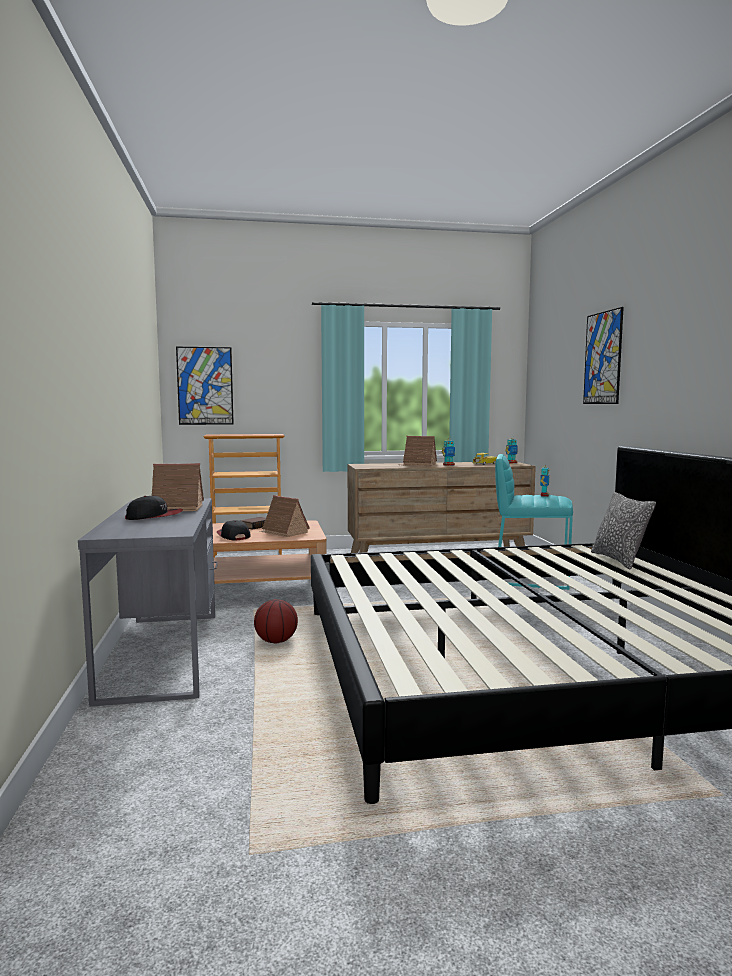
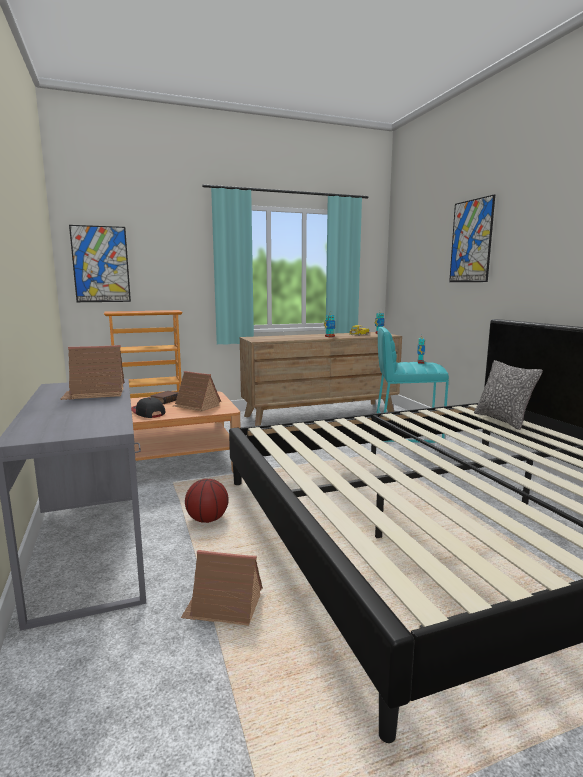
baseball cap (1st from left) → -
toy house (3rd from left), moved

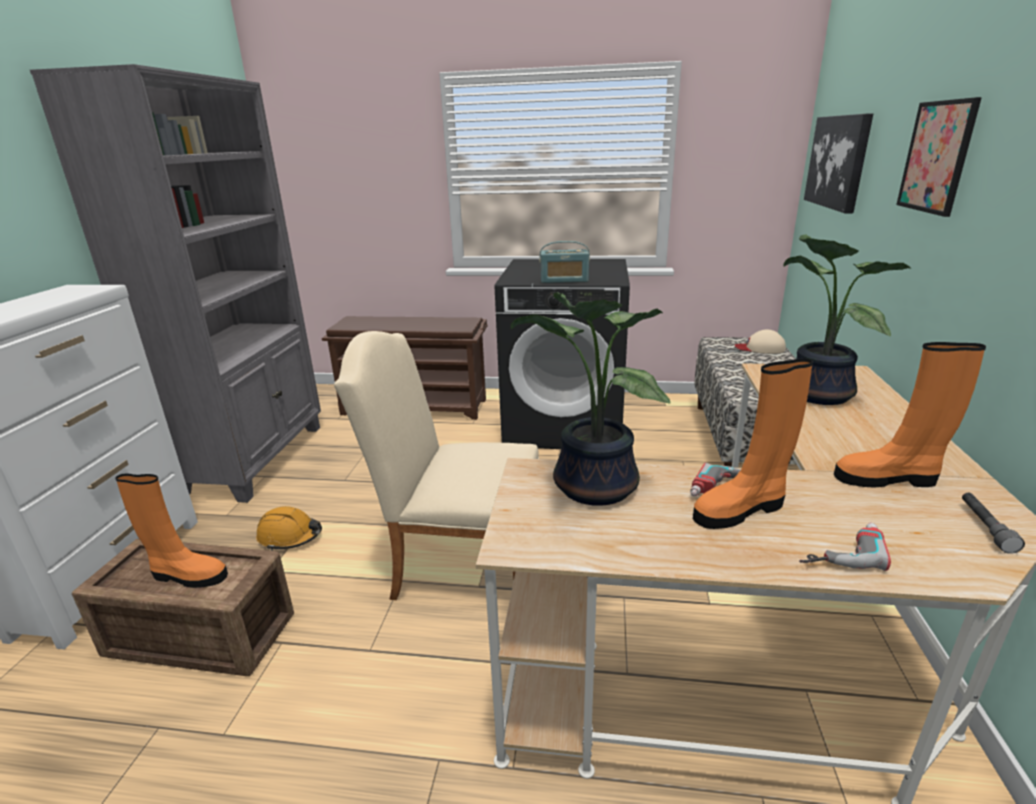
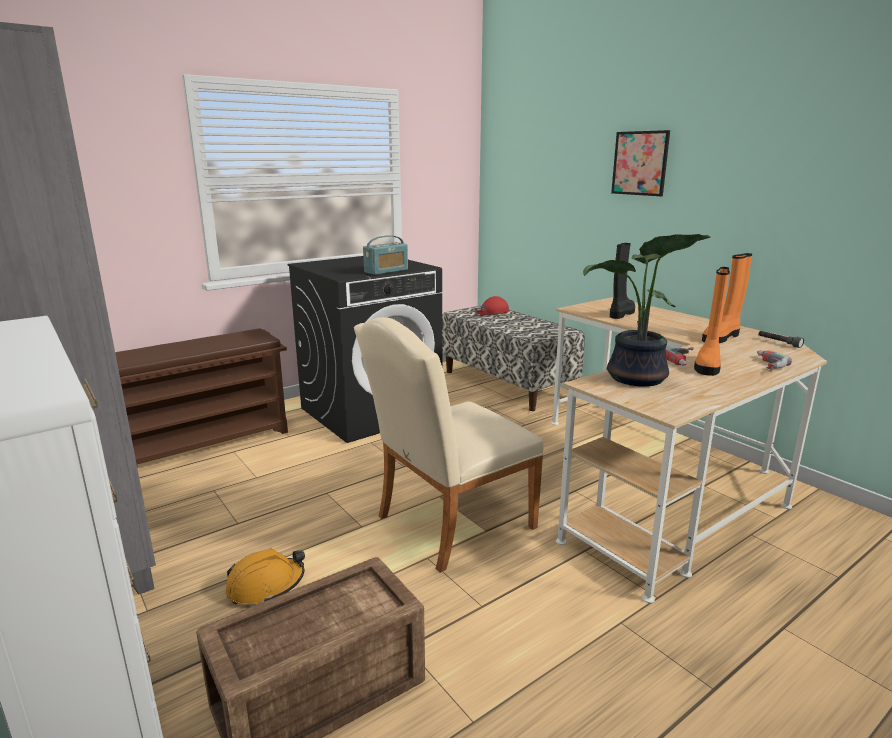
orange tall boot (1st from left) → -
sand-coloured baseball cap → red-coloured baseball cap
houseplant (2nd from left) → black-coloured tall boot
wall picture (1st from left) → -

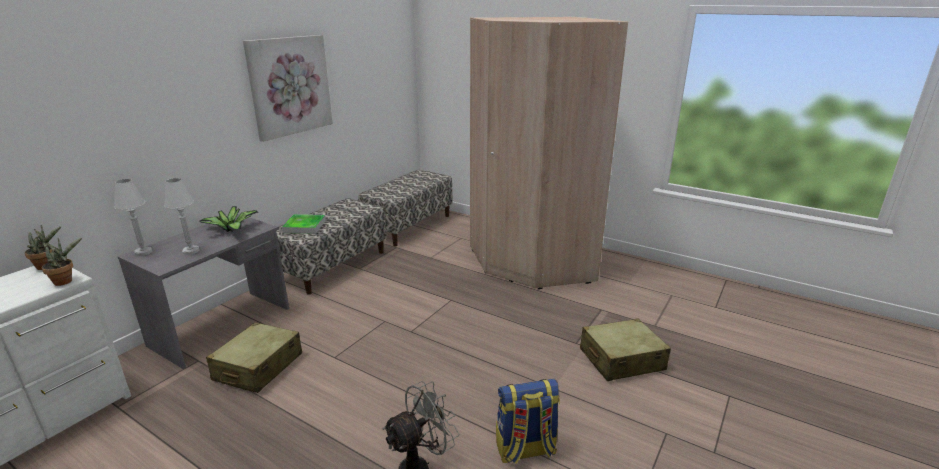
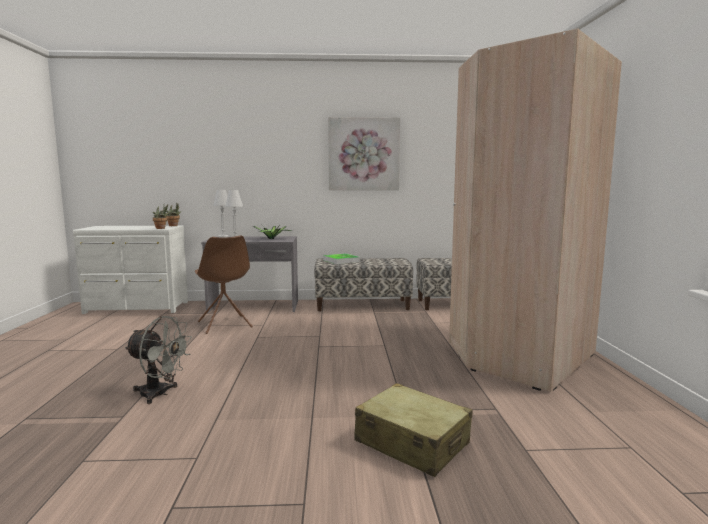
sand-coloured travel case (1st from left) → brownish chair
rucksack → -

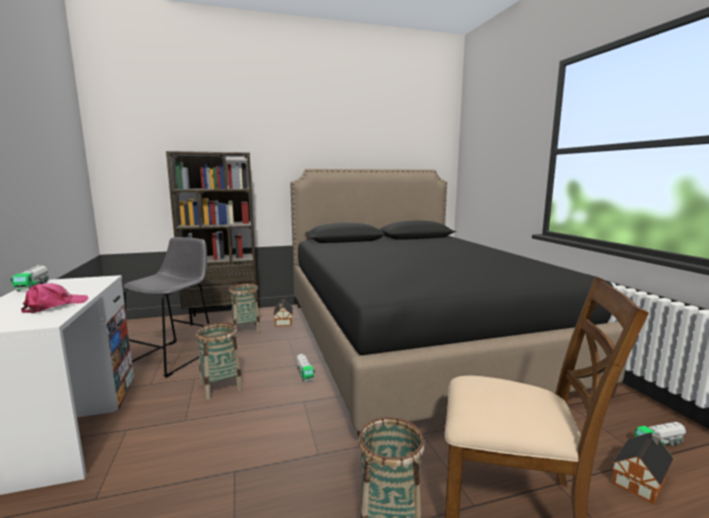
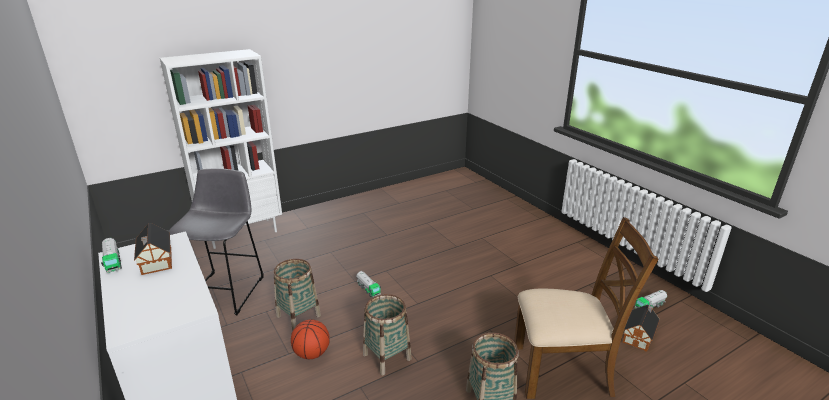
pink-coloured baseball cap → -
brownish bookshelf → white-coloured bookshelf
storage basket (2nd from left), moved
toy house (1st from left), moved
black-coloured bed → -
- → ball for basketball

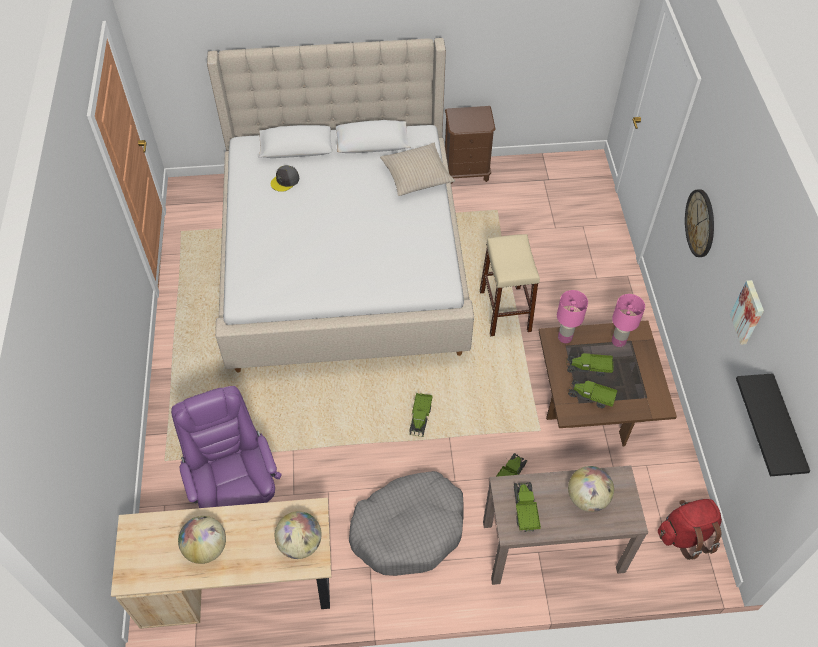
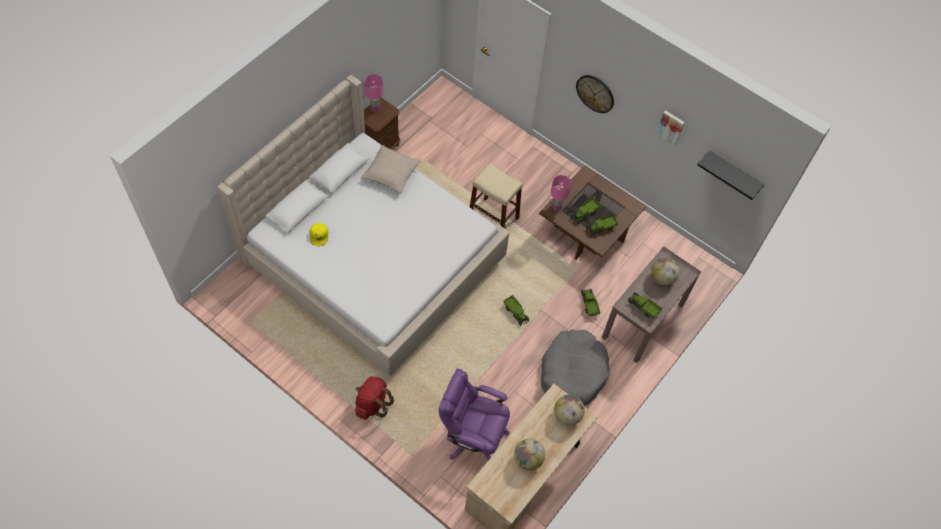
grey baseball cap → yellowish baseball cap
pink-coloured lamp for a table (2nd from left in the first image) → pink-coloured lamp for a table (1st from left), moved
red-coloured rucksack, moved

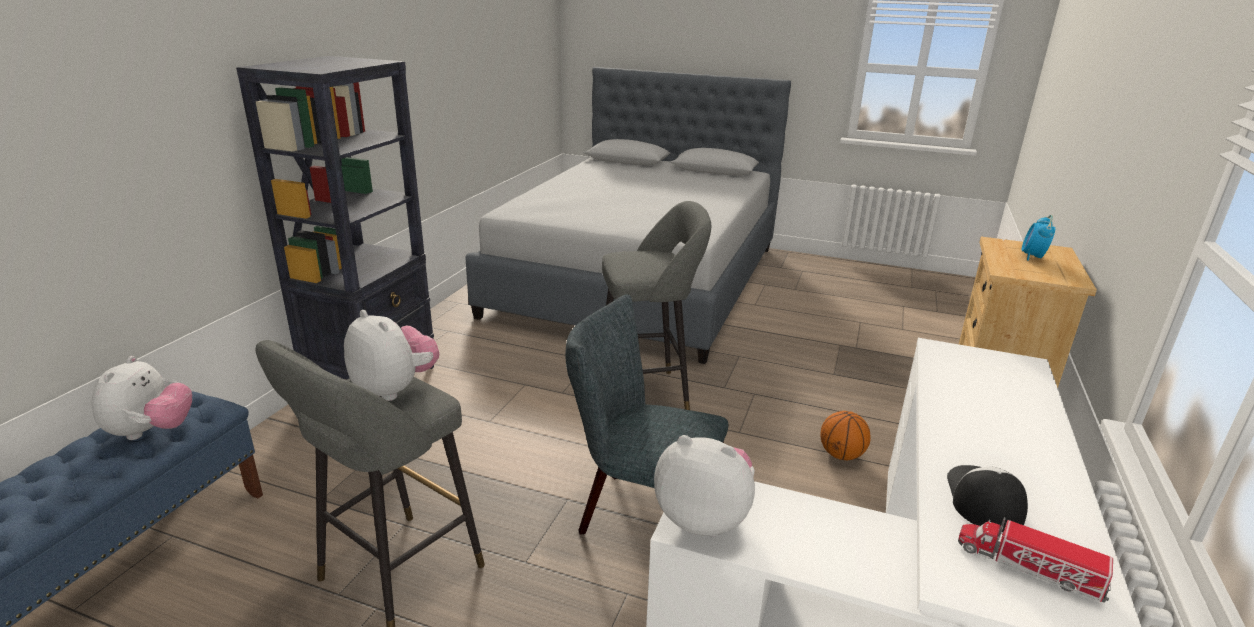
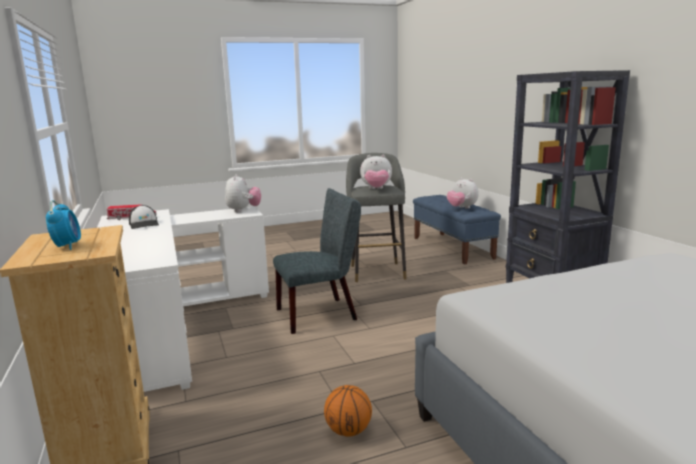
grey stool (2nd from left) → -
cuddly toy (3rd from left in the first image) → cuddly toy (1st from left), 75 degrees counterclockwise
ball for basketball, moved

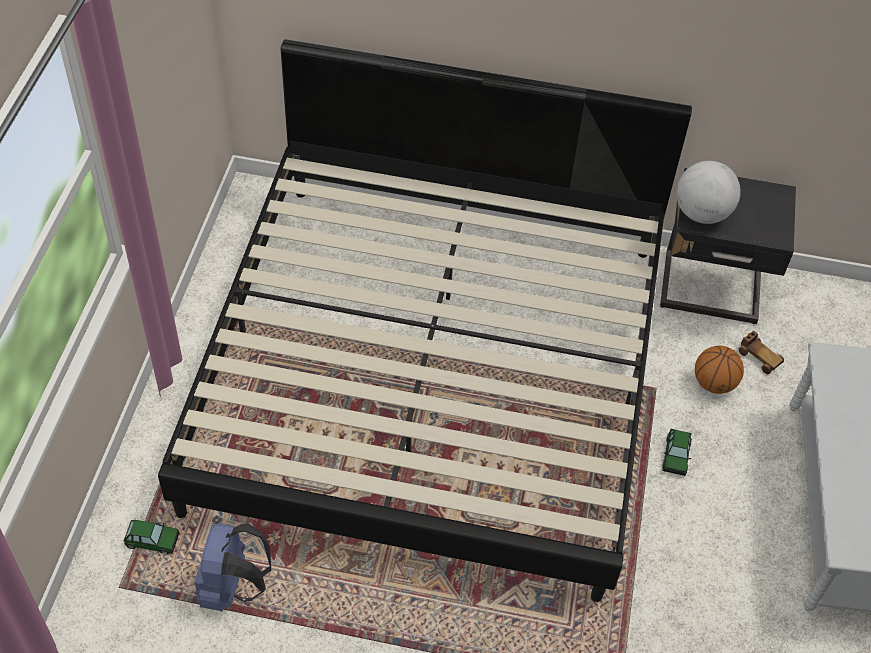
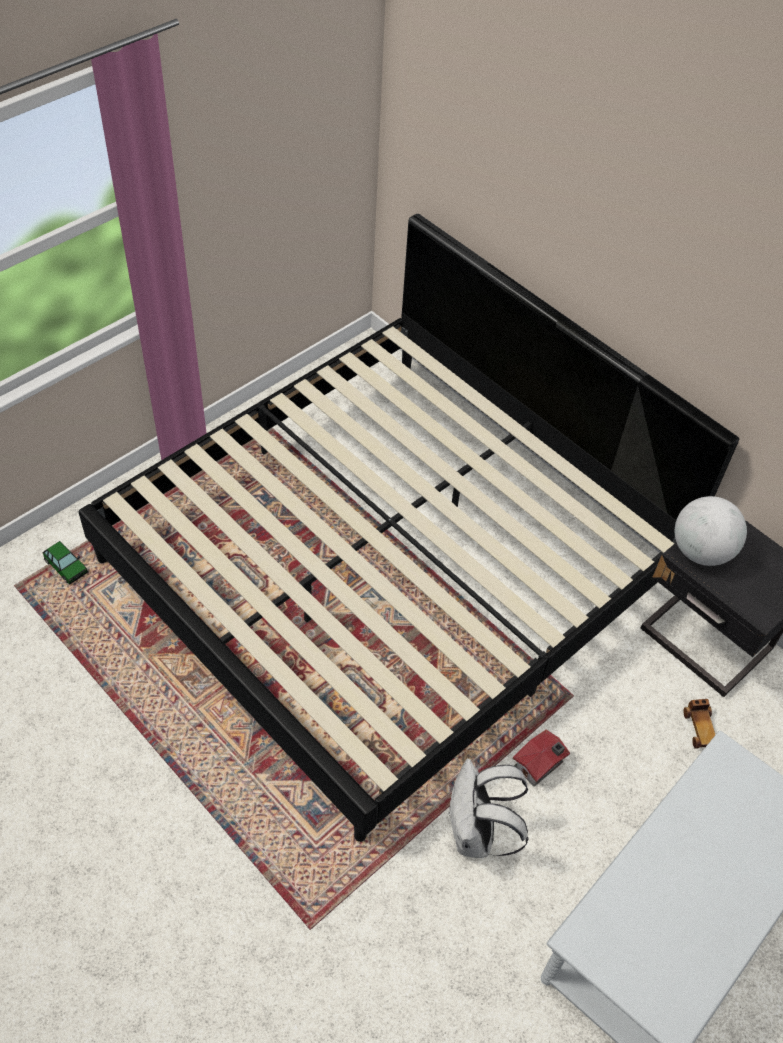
blue-coloured rucksack → -
toy car (2nd from left) → toy house
ball for basketball → -
- → white-coloured rucksack

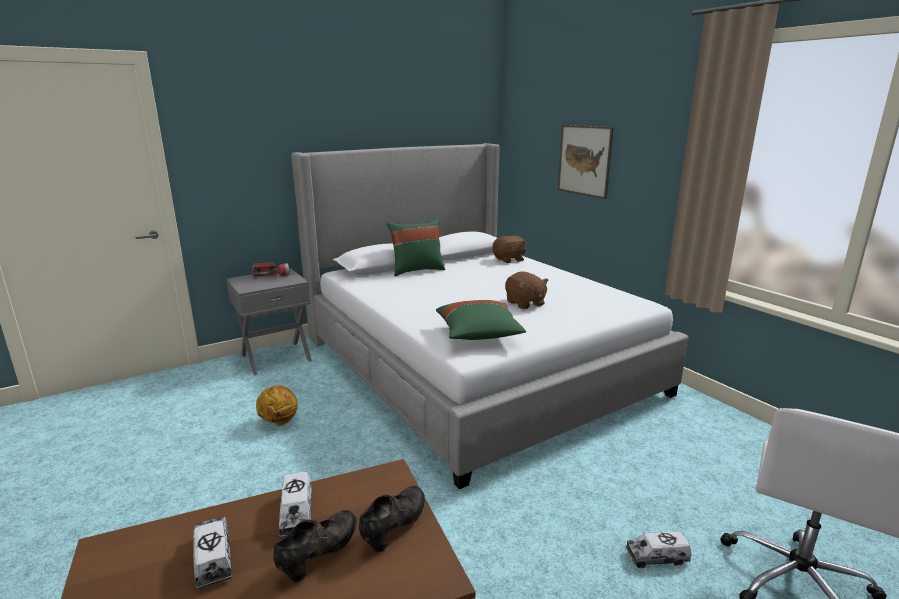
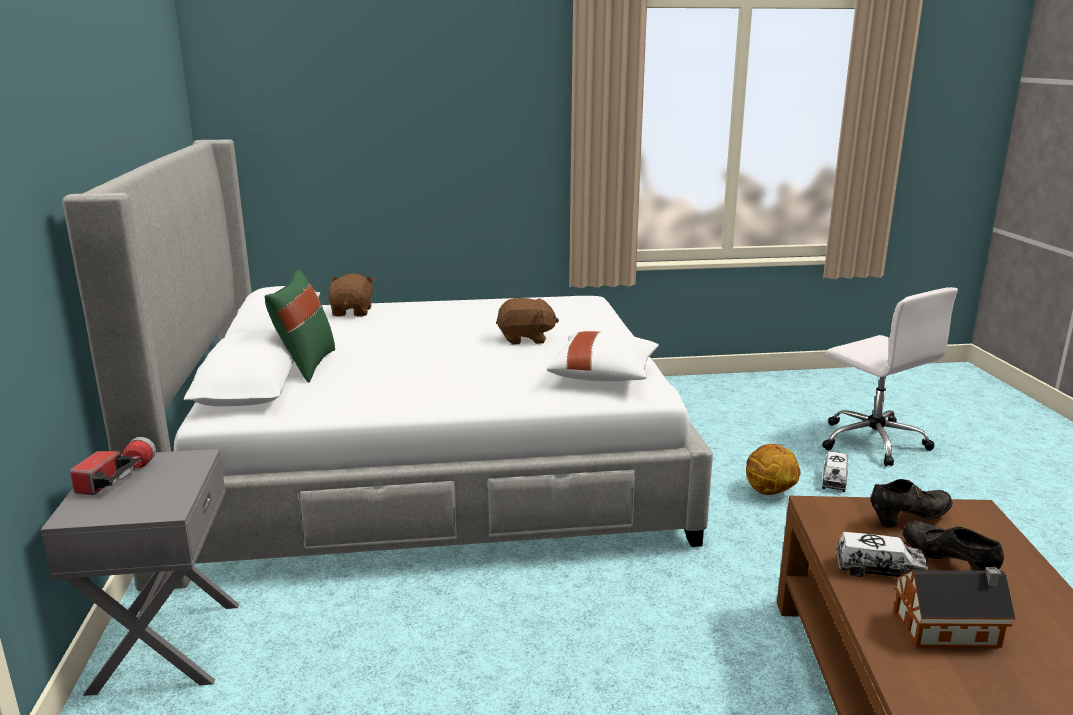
toy truck (1st from left) → toy house
ball for basketball, moved
black-coloured item of footwear (2nd from left in the first image) → black-coloured item of footwear (1st from left), 105 degrees clockwise
green-coloured throw pillow (2nd from left) → white-coloured throw pillow
wall picture → -

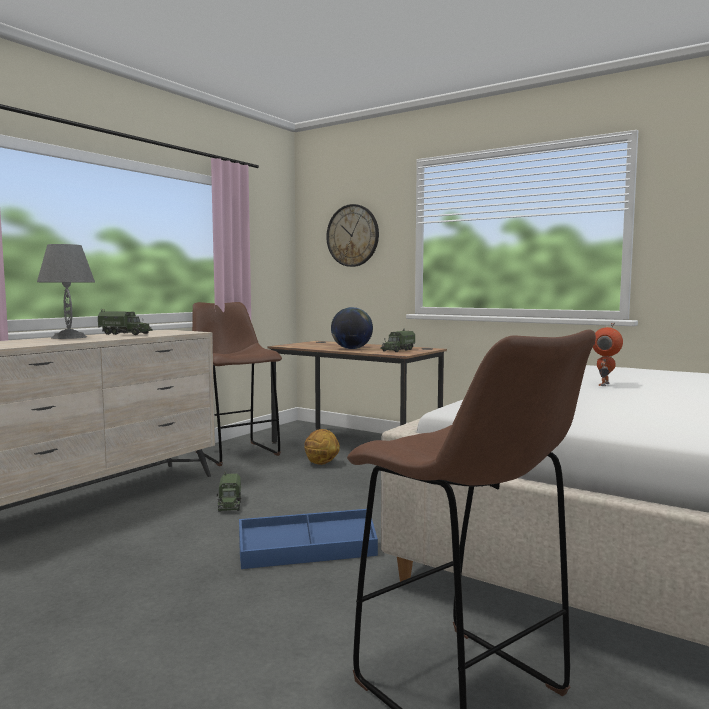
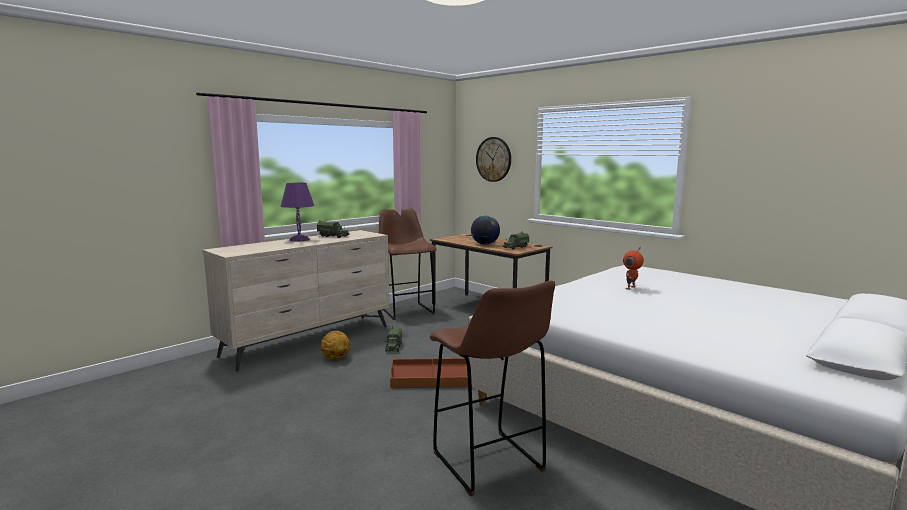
grey lamp for a table → purple-coloured lamp for a table
blue-coloured storage container → brownish storage container
ball for basketball, moved

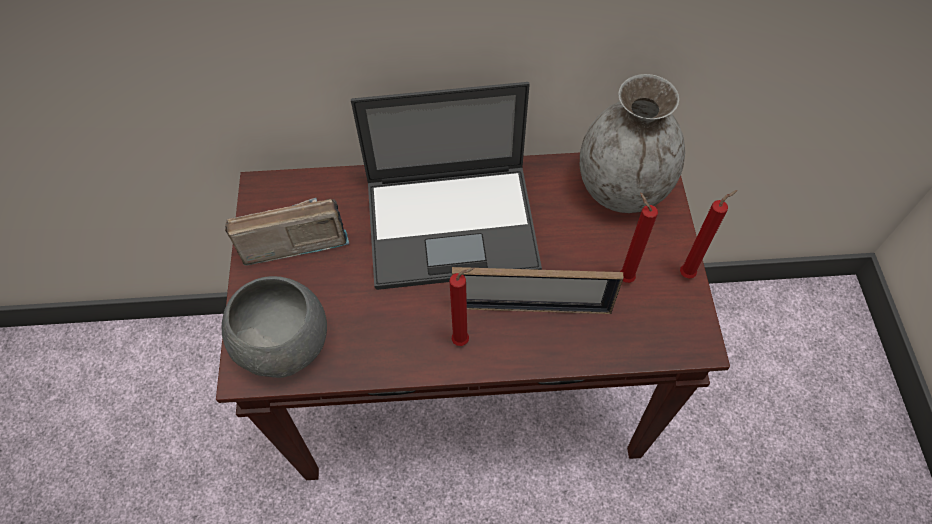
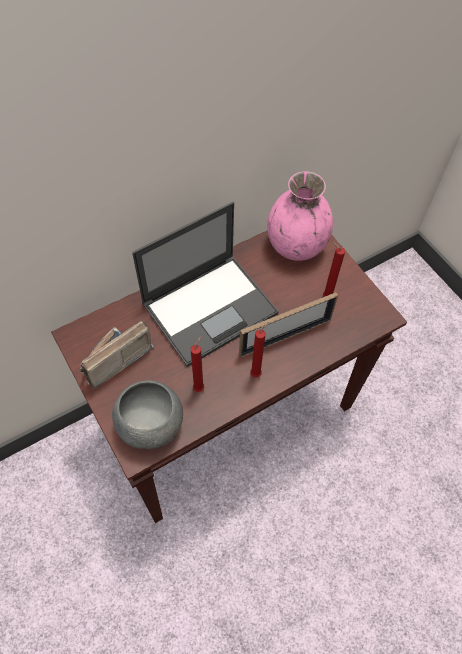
grey vase → pink-coloured vase
red-coloured wax light (3rd from left in the first image) → red-coloured wax light (1st from left), moved

